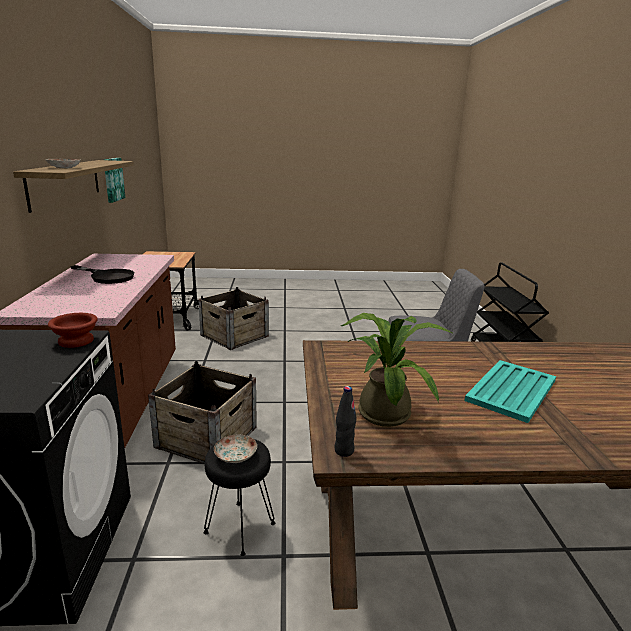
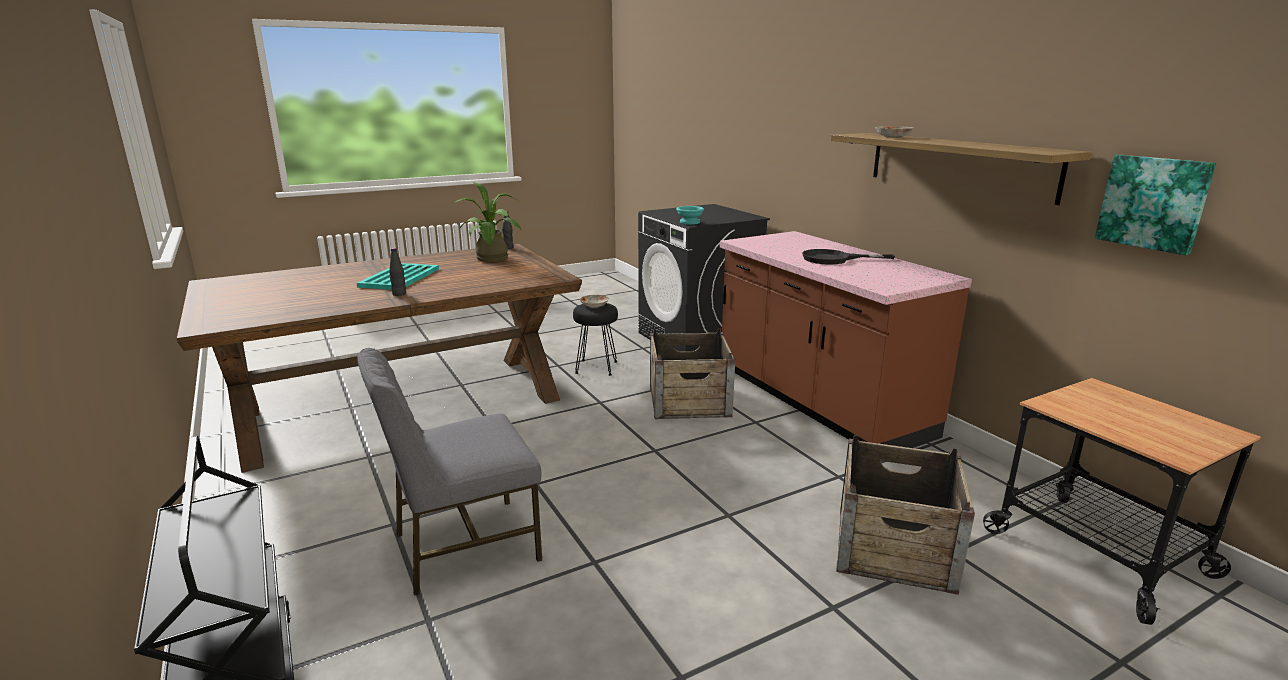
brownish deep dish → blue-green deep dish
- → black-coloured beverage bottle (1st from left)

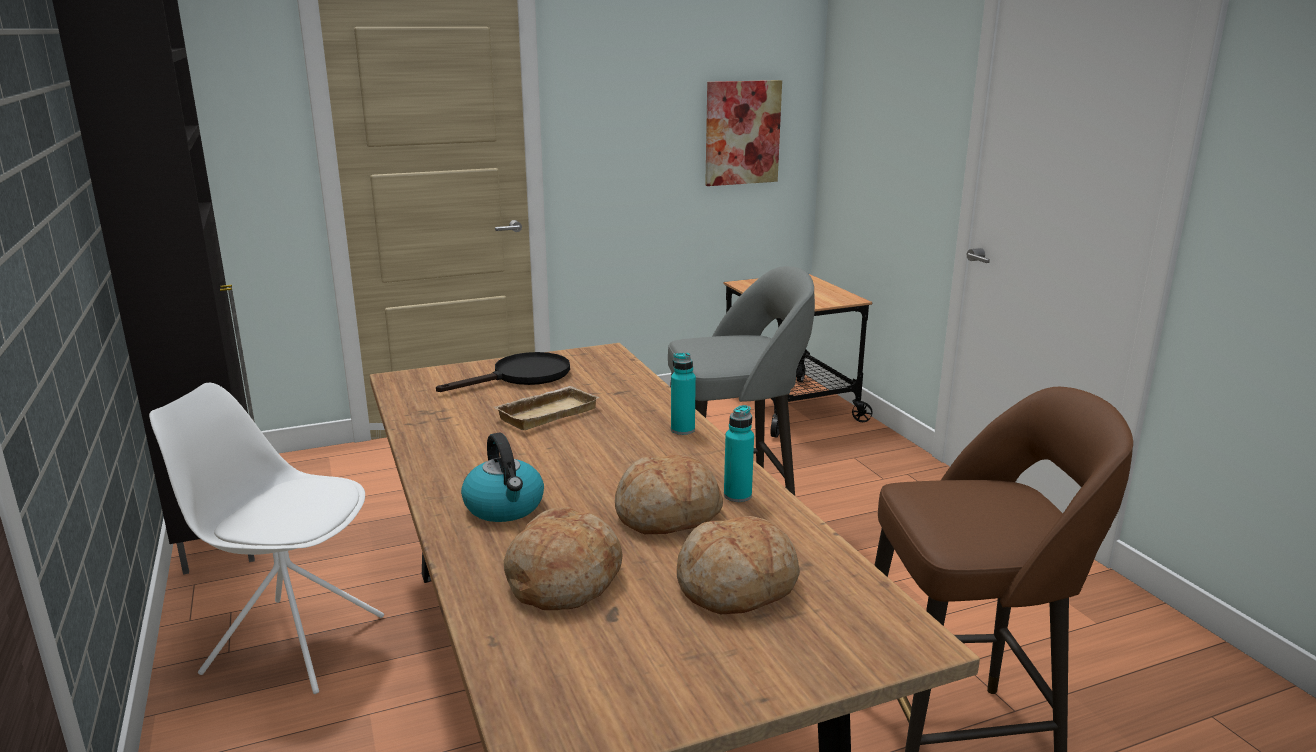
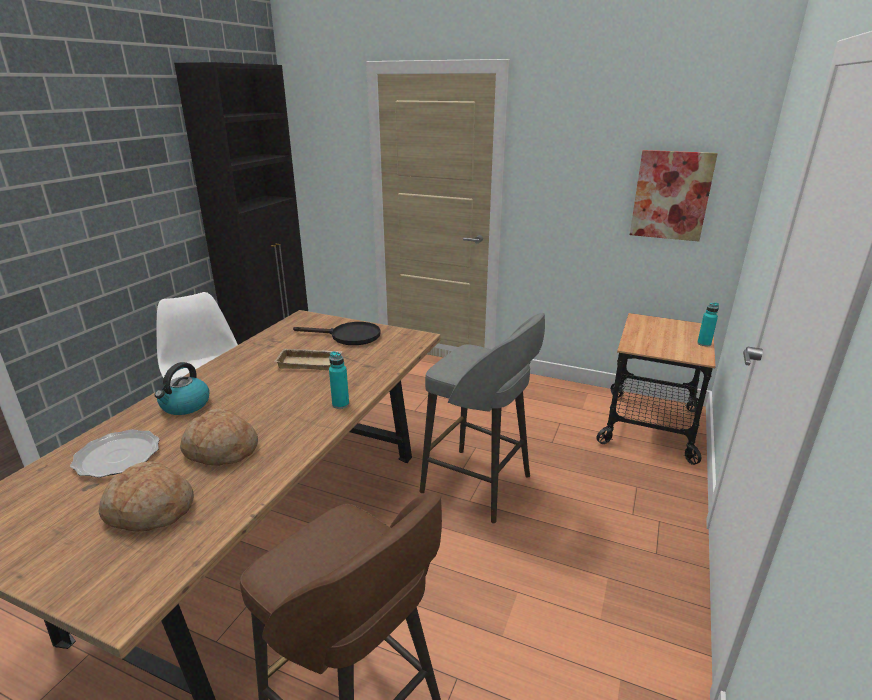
bread (1st from left) → flat dish
blue-green beverage bottle (2nd from left), moved

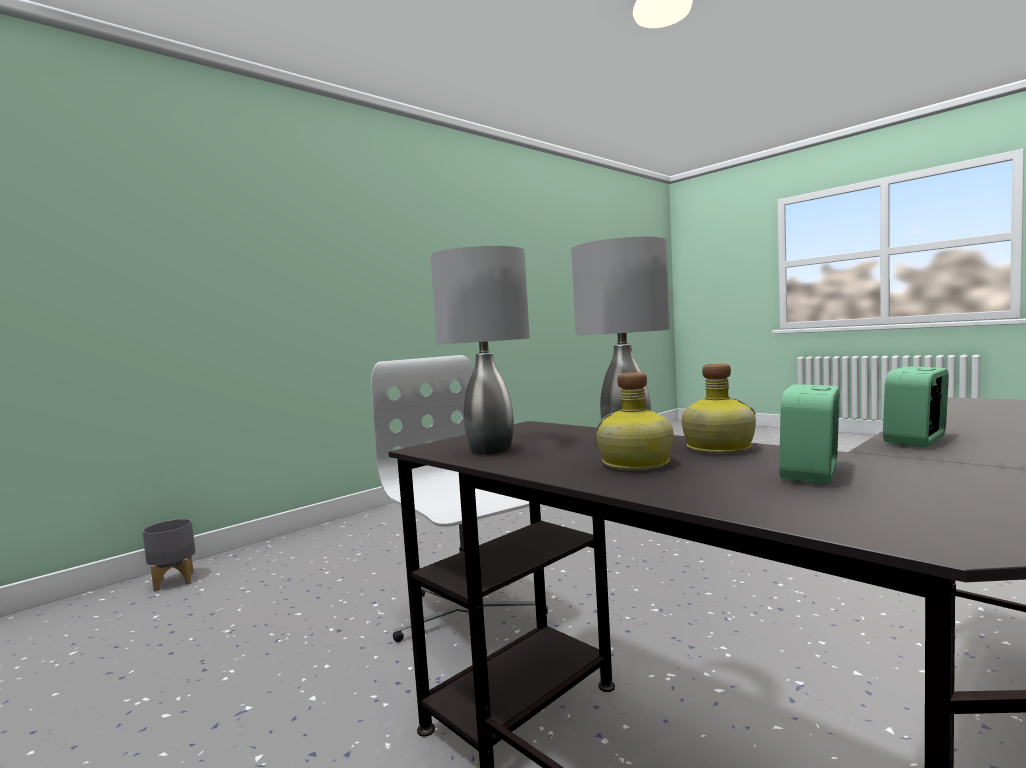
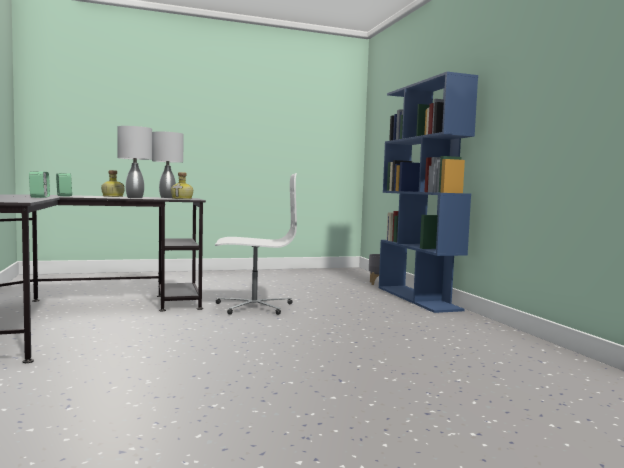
beverage bottle (2nd from left), moved
- → blue-coloured bookshelf

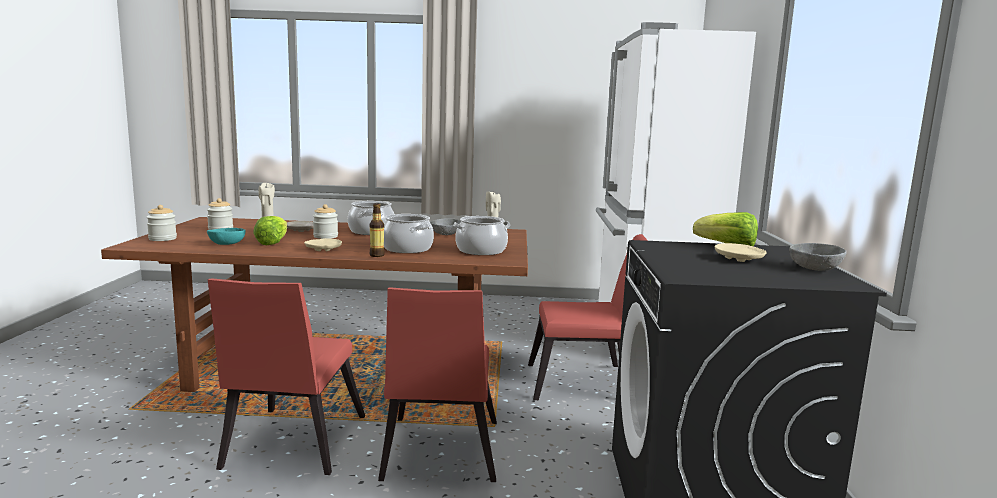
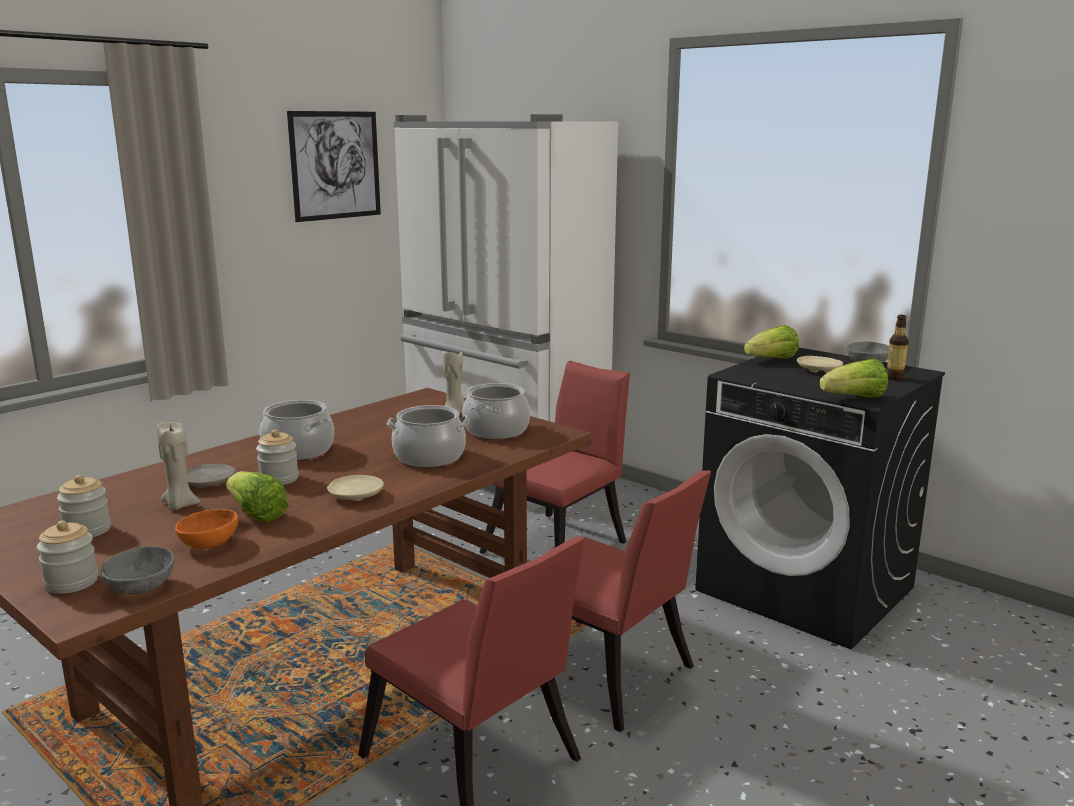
blue-green deep dish → orange deep dish
beverage bottle, moved
grey deep dish (1st from left), moved
- → wall picture
- → head of lettuce (3rd from left)

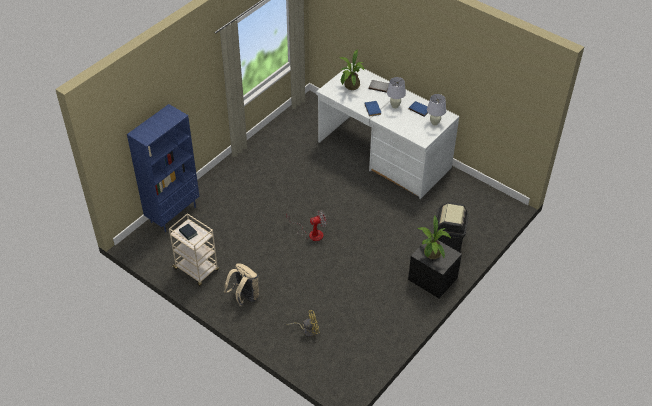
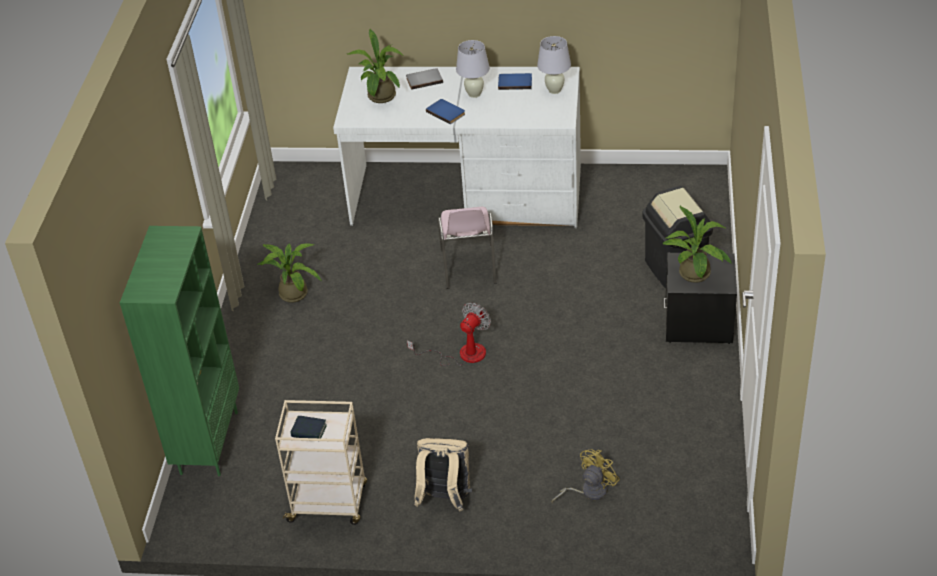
blue-coloured bookshelf → green-coloured bookshelf
- → houseplant (1st from left)
- → pink-coloured chair

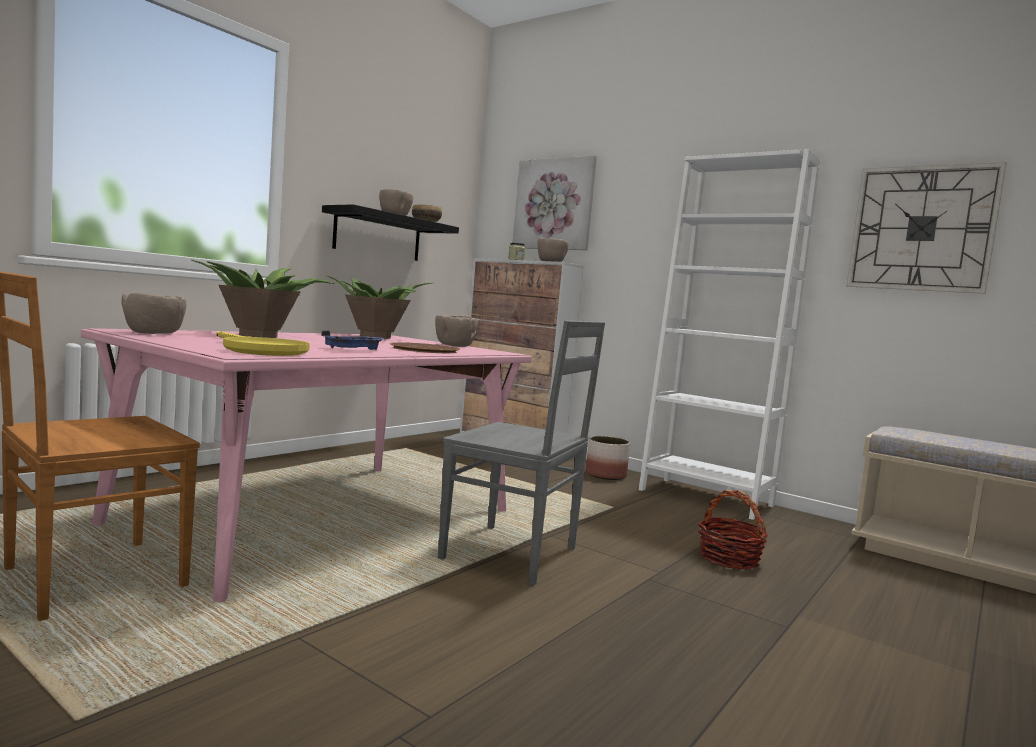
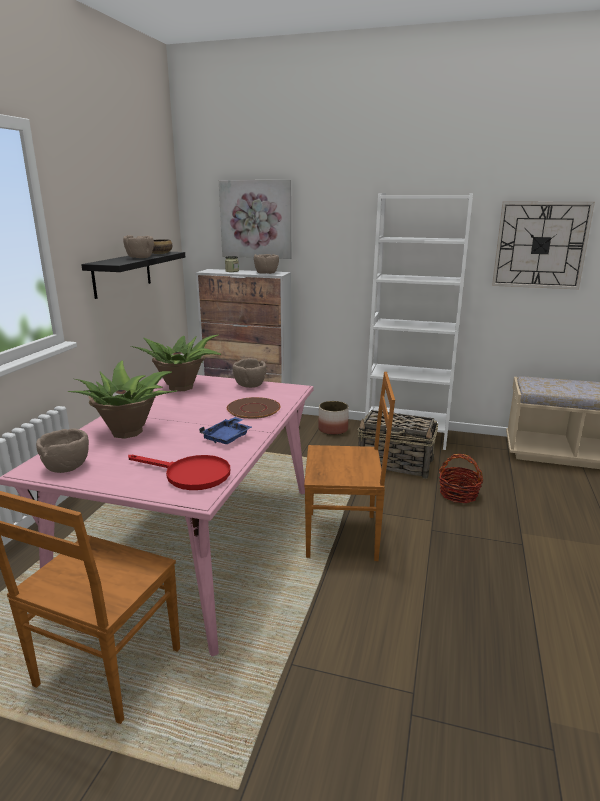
yellowish pan → red-coloured pan
grey chair → brownish chair (2nd from left)
- → storage basket (1st from left)

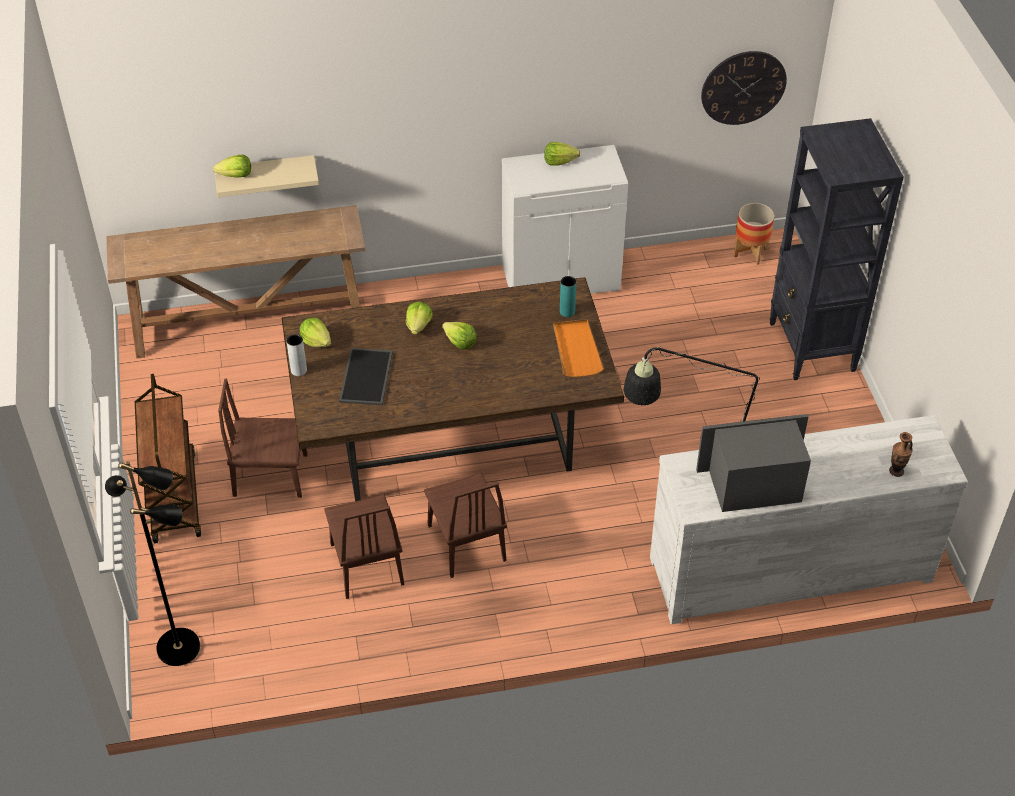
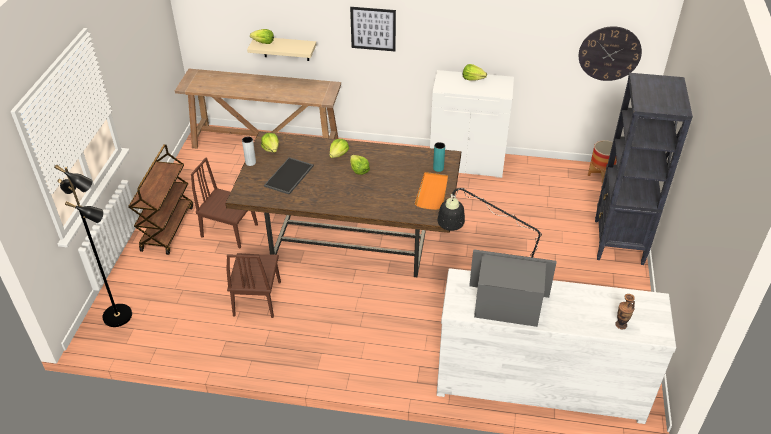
brownish chair (3rd from left) → -
- → wall picture

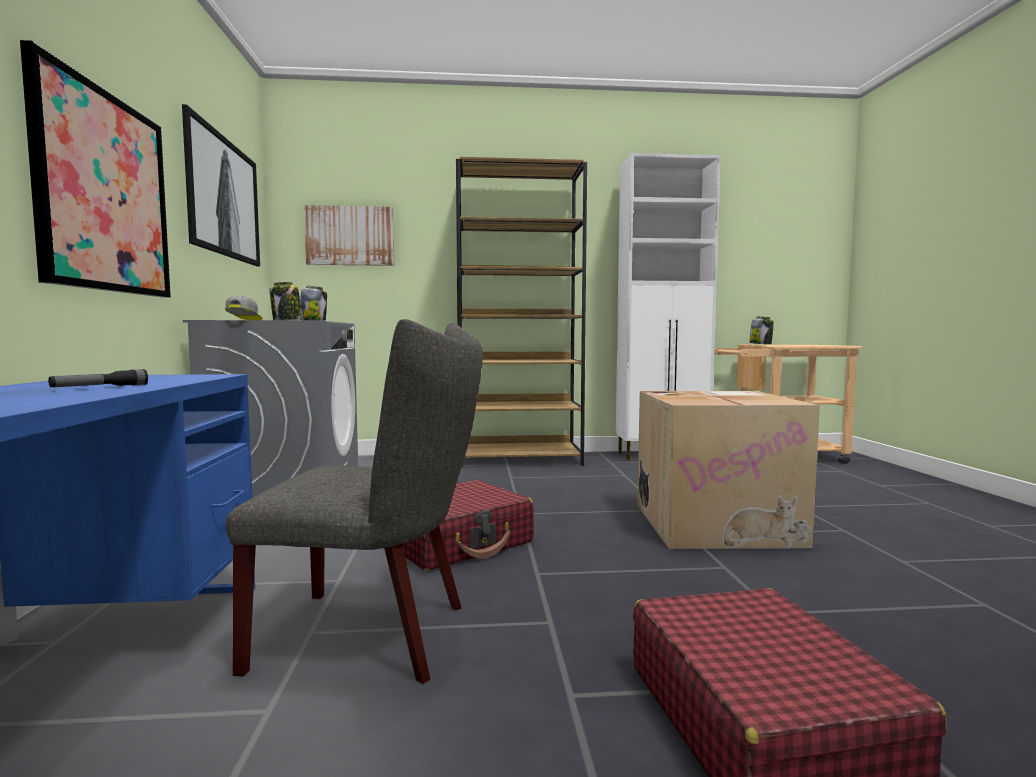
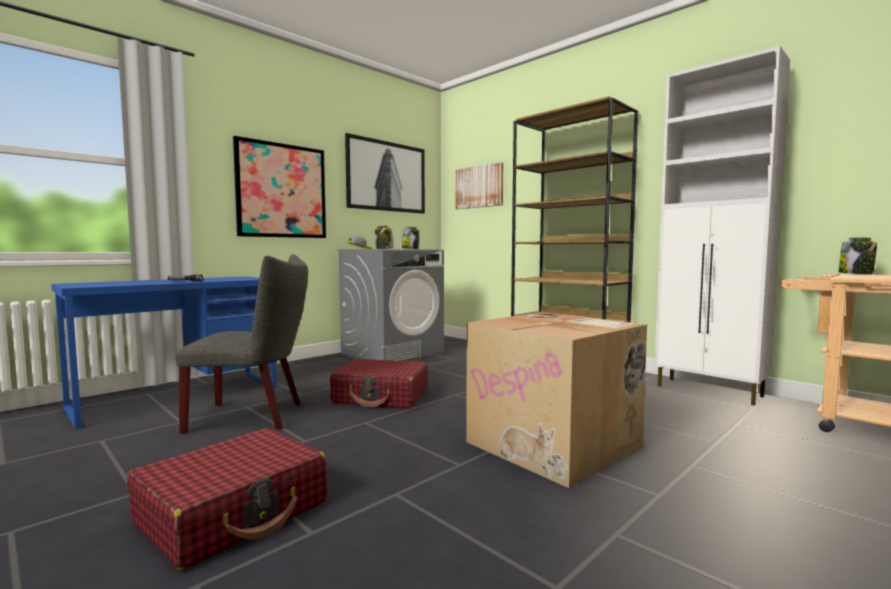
grey chair, 60 degrees counterclockwise

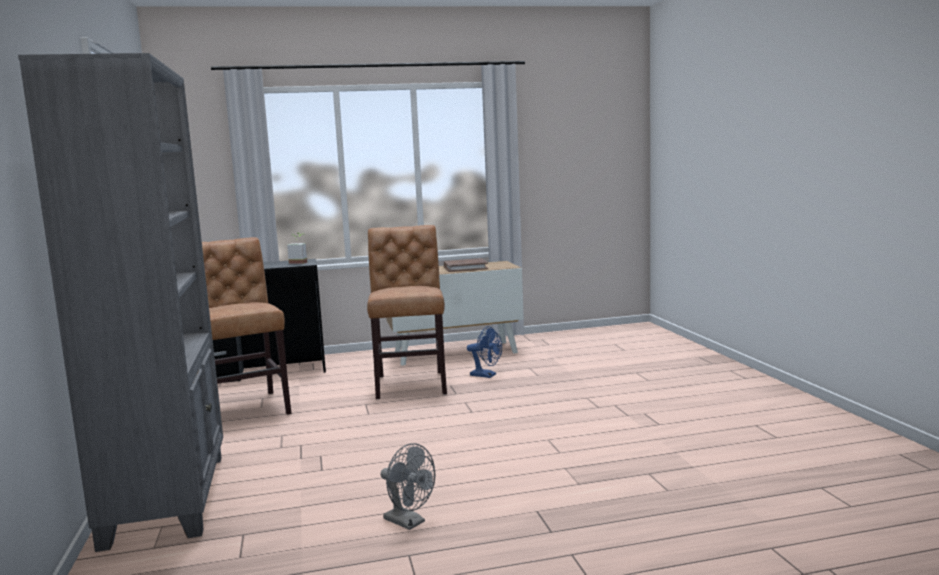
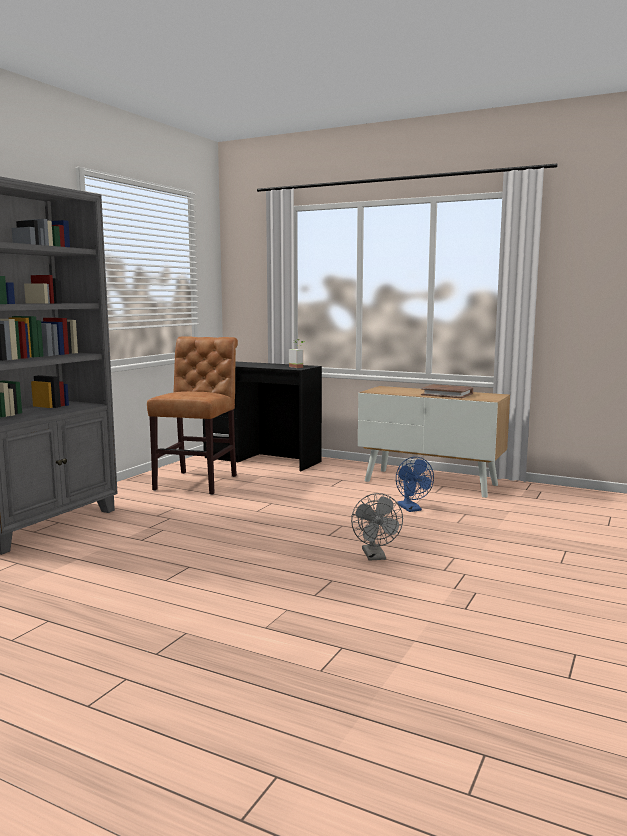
brownish chair (2nd from left) → -
grey fan, moved

